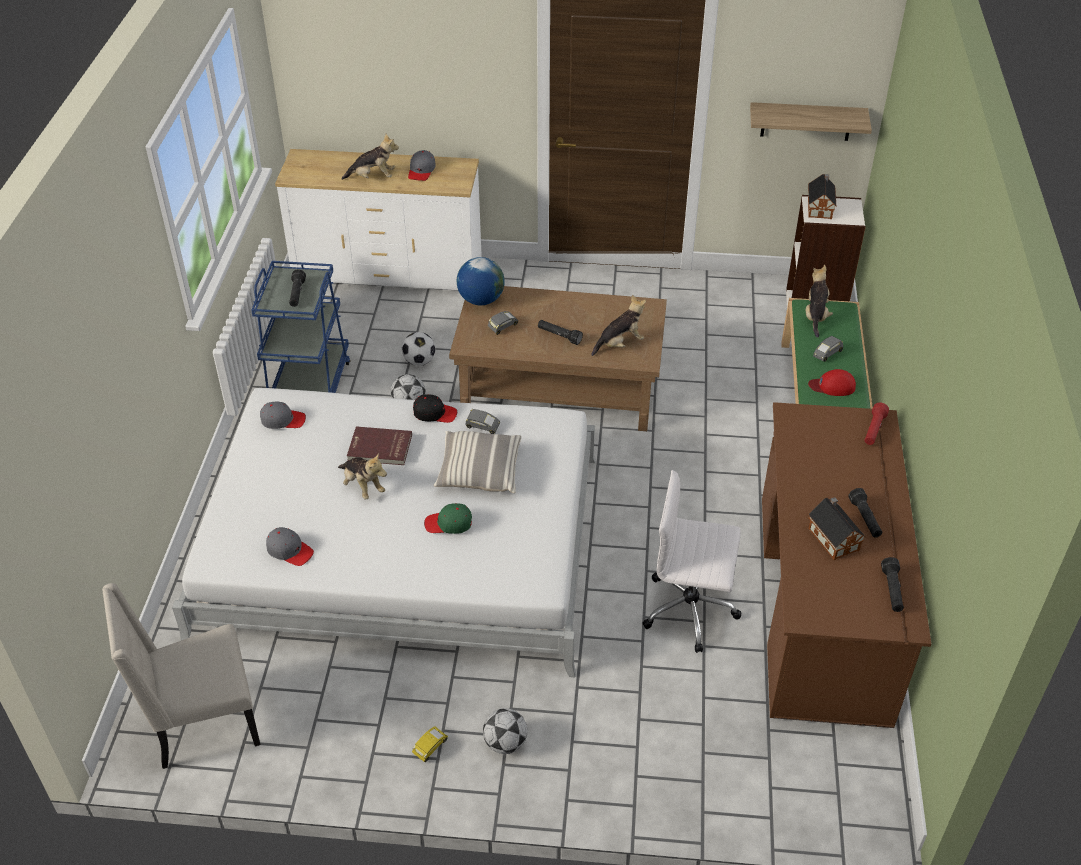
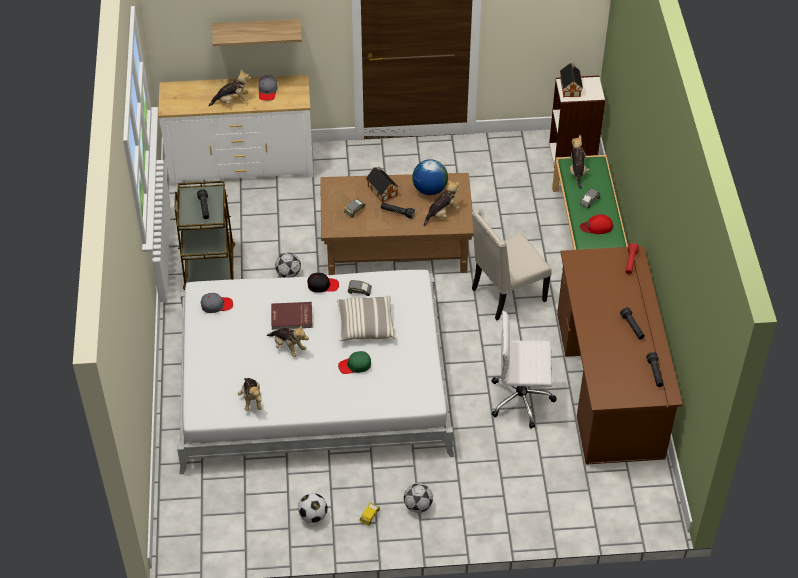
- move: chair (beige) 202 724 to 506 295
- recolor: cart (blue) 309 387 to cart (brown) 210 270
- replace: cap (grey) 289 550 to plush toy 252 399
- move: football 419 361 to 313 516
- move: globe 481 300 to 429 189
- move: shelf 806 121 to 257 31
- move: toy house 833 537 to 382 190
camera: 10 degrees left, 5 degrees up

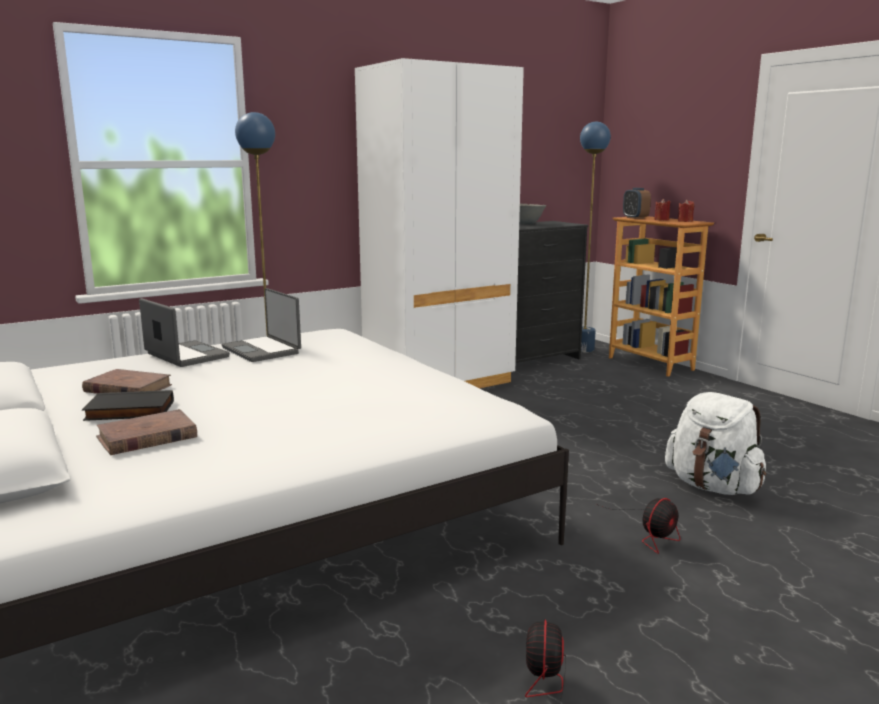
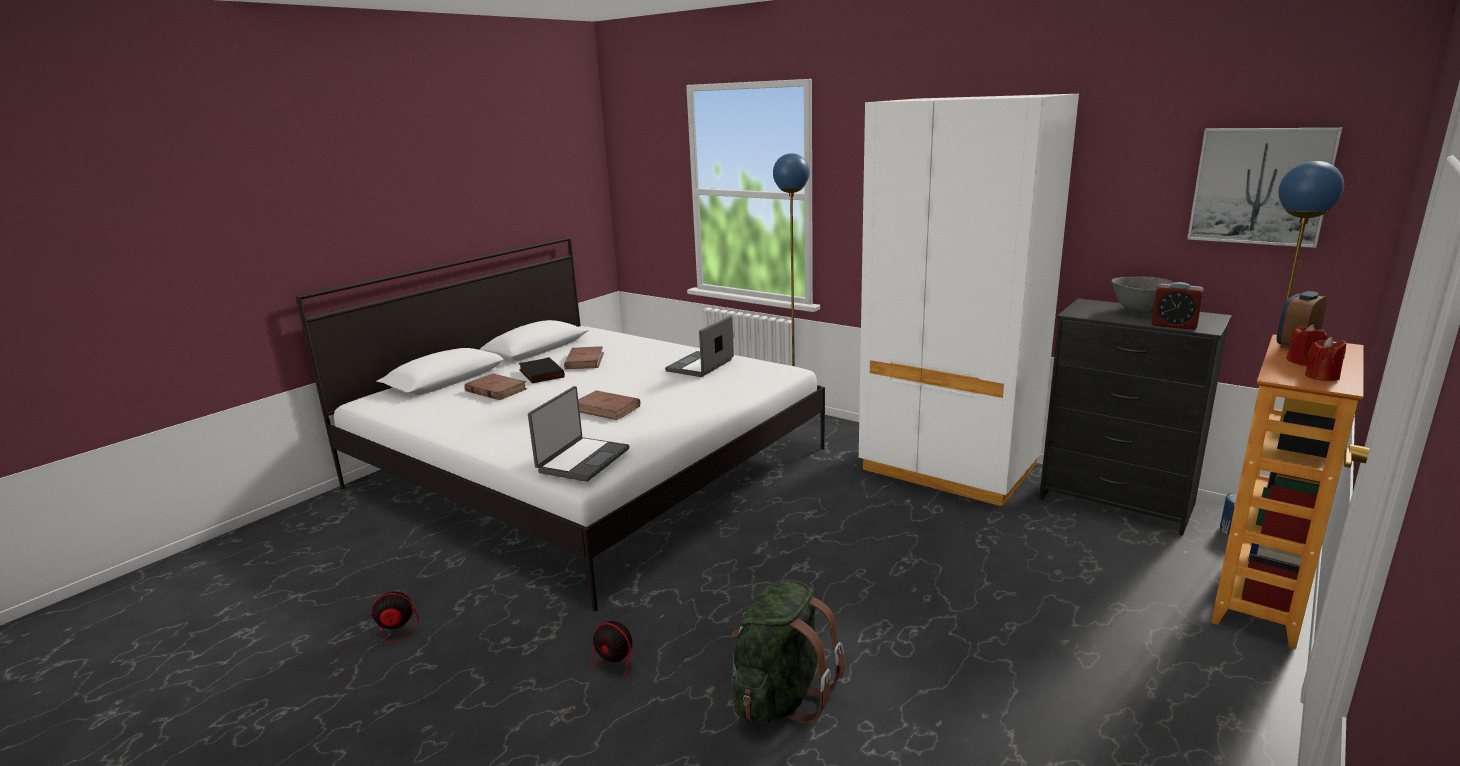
- move: laptop 185 356 to 582 460
- recolor: backpack (white) 713 486 to backpack (green) 780 696
- insert: book (brown) 607 409
- insert: alarm clock 1174 325
- insert: picture 1260 186
camera: 70 degrees right, 5 degrees up

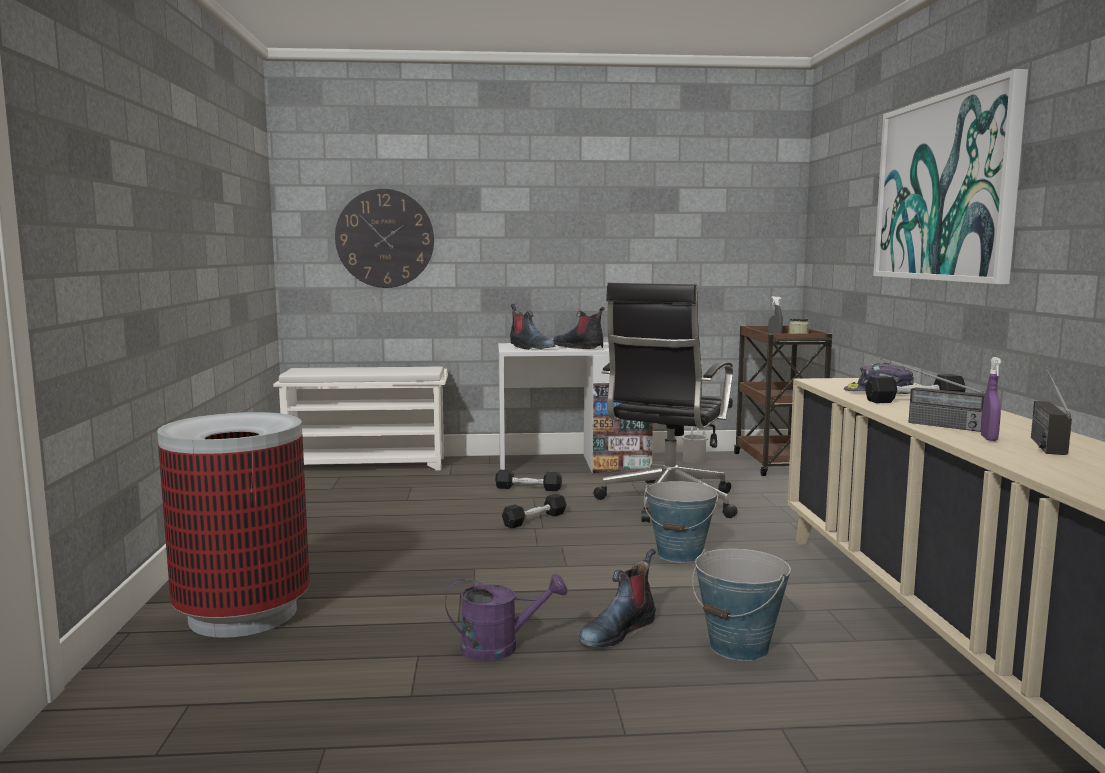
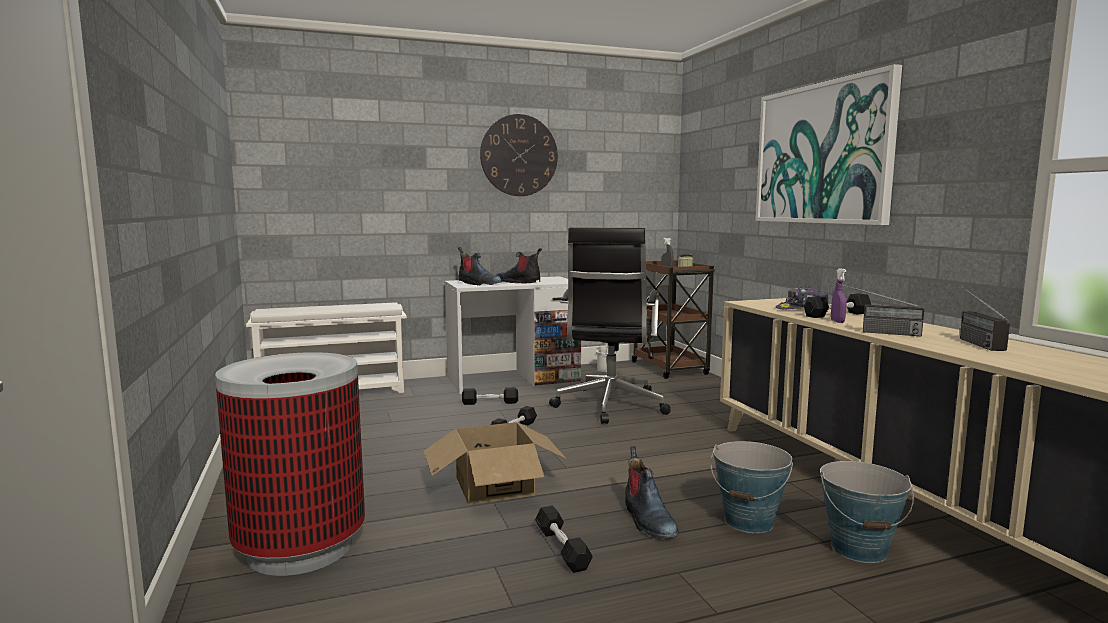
- move: wall clock 385 238 to 519 155
- replace: watering can (purple) 500 647 to dumbbell (black) 562 548
- rotate: boot 618 631 = 647 520 45 degrees counterclockwise
- move: bucket 680 554 to 859 549
- move: spray bottle (purple) 989 438 to 837 321
- insert: cardboard box 493 486
camera: 15 degrees left, 0 degrees up

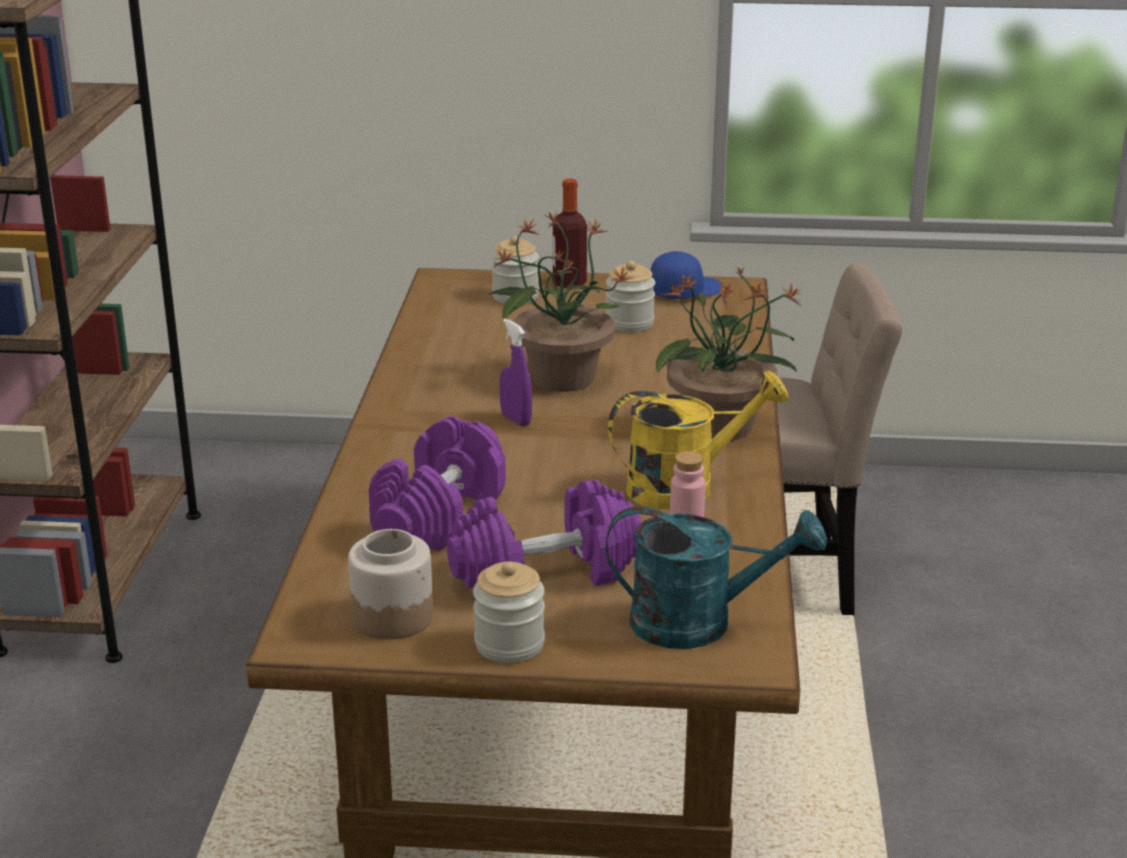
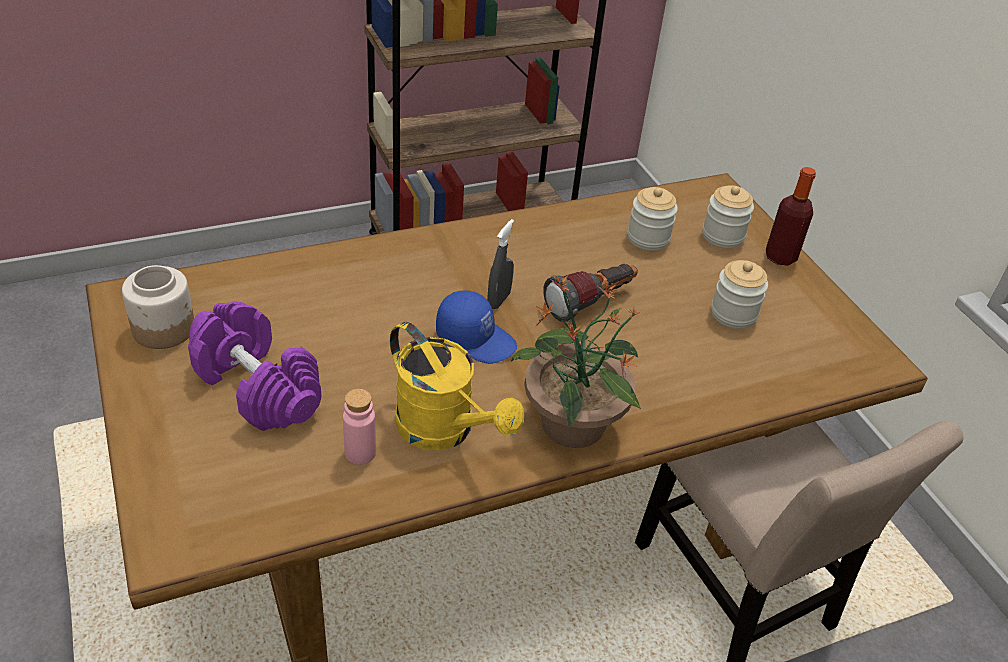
- delete: dumbbell (purple) 438 514
- move: jar 509 644 to 648 238
- replace: potted plant 560 378 to flashlight 591 303
- recolor: spray bottle (purple) 516 419 to spray bottle (grey) 499 300
- delete: watering can (turquoise) 700 623
- move: cap (blue) 684 291 to 476 338
camera: 60 degrees right, 15 degrees up

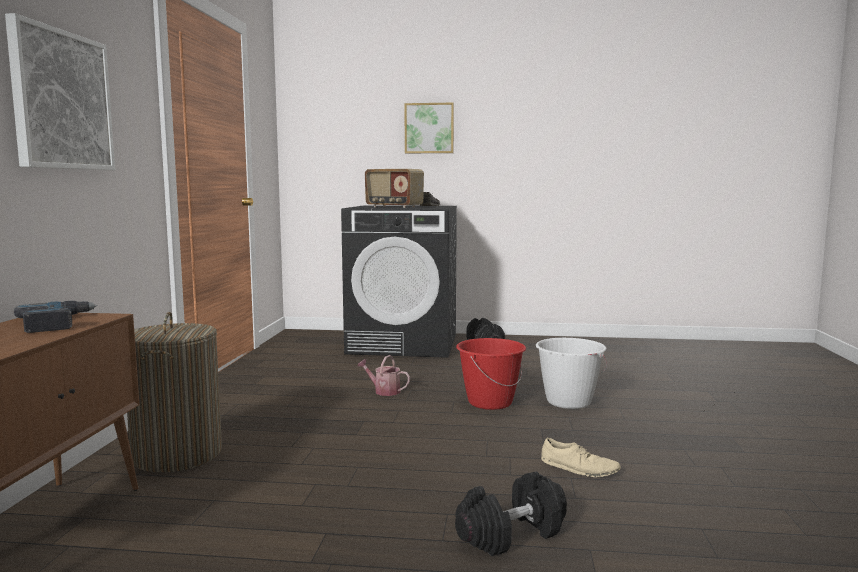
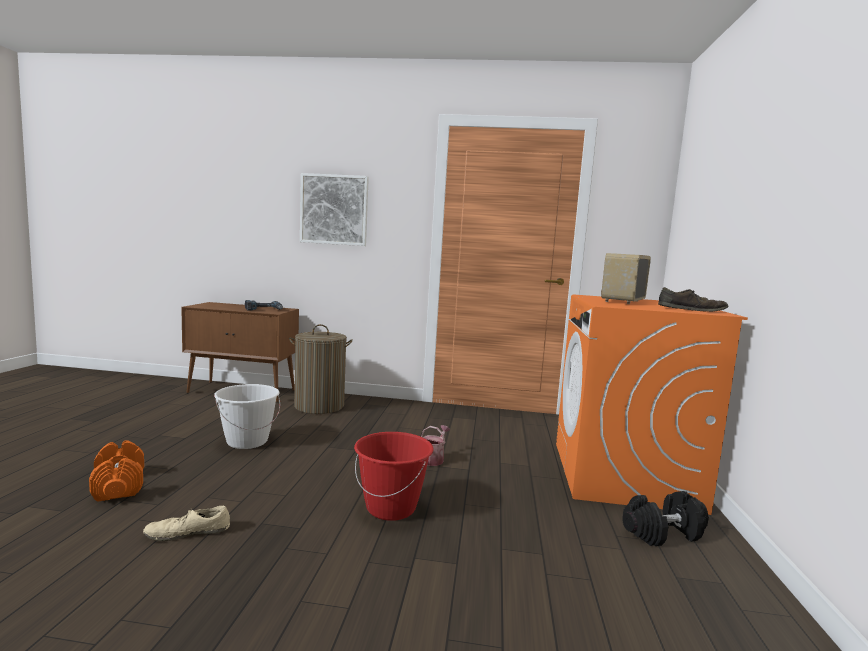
- recolor: washing machine (black) 404 344 to washing machine (orange) 623 476
- delete: picture 429 128
- recolor: dumbbell (black) 511 534 to dumbbell (orange) 119 486
- move: bucket (white) 568 402 to 247 441
- rotate: shoe (beige) 579 468 = 188 532 45 degrees clockwise
camera: 90 degrees right, 0 degrees up

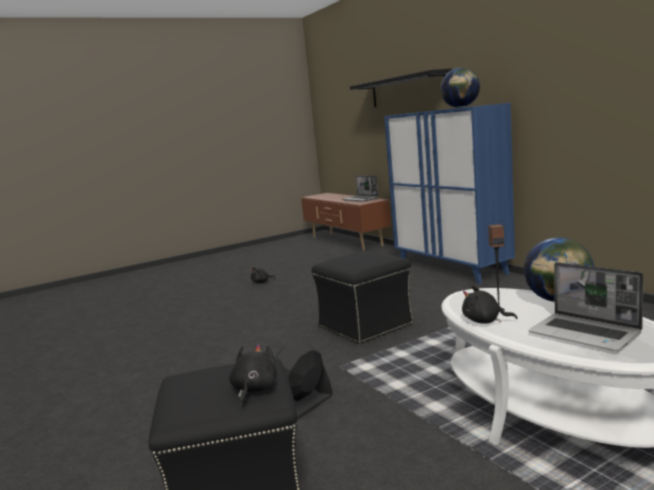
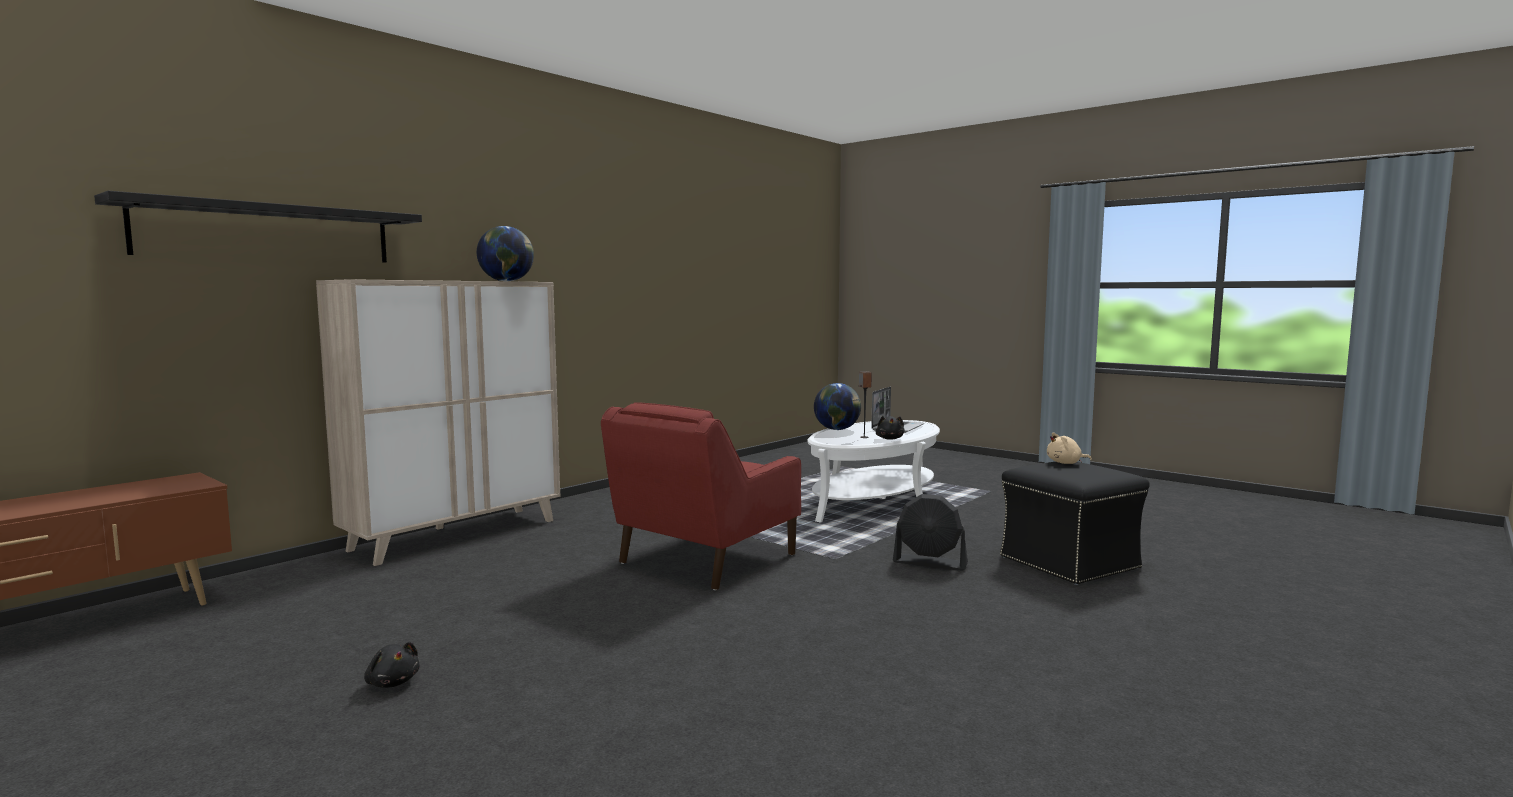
- recolor: plush toy (black) 254 390 to plush toy (beige) 1066 463
- replace: ottoman (black) 366 325 to armchair (red) 705 560
- delete: laptop 360 199
- recolor: cabinet (blue) 451 268 to cabinet (beige) 456 535
camera: 110 degrees left, 5 degrees down

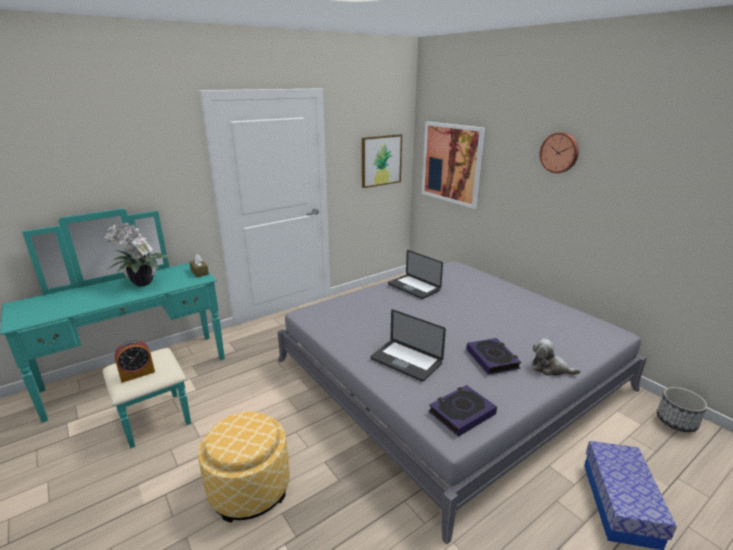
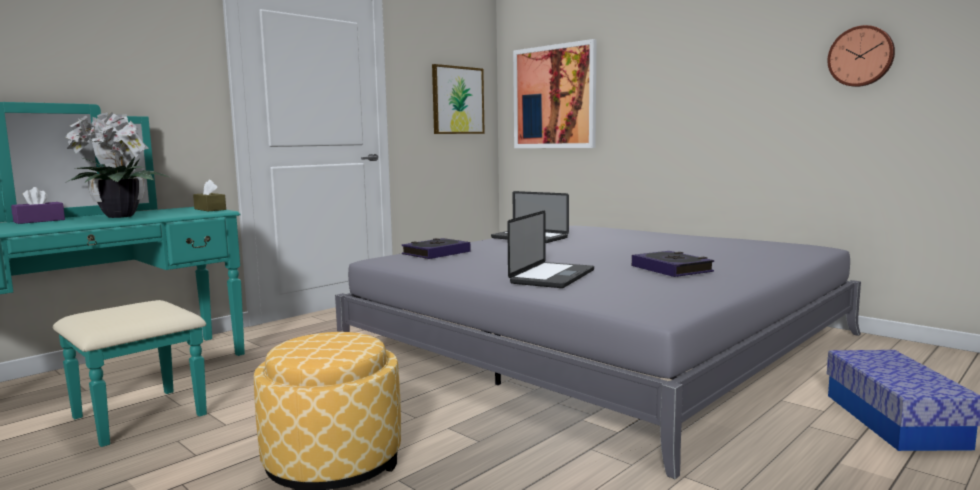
- delete: alarm clock 137 374
- rotate: laptop 406 361 = 552 277 90 degrees counterclockwise
- move: book 461 413 to 436 253
- delete: plush toy 550 368
- move: wall clock 559 152 to 861 56
- delete: planter 676 421
- insert: tissue box (purple) 39 221
camera: 10 degrees left, 15 degrees down

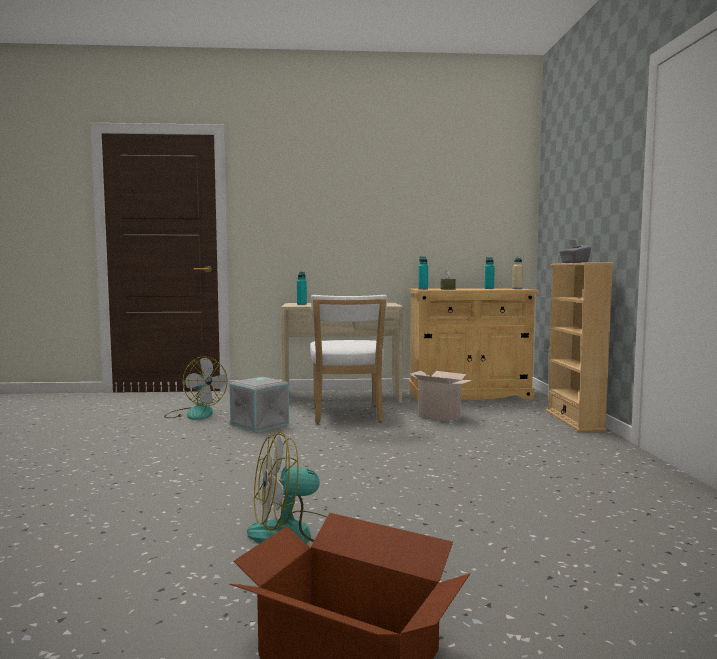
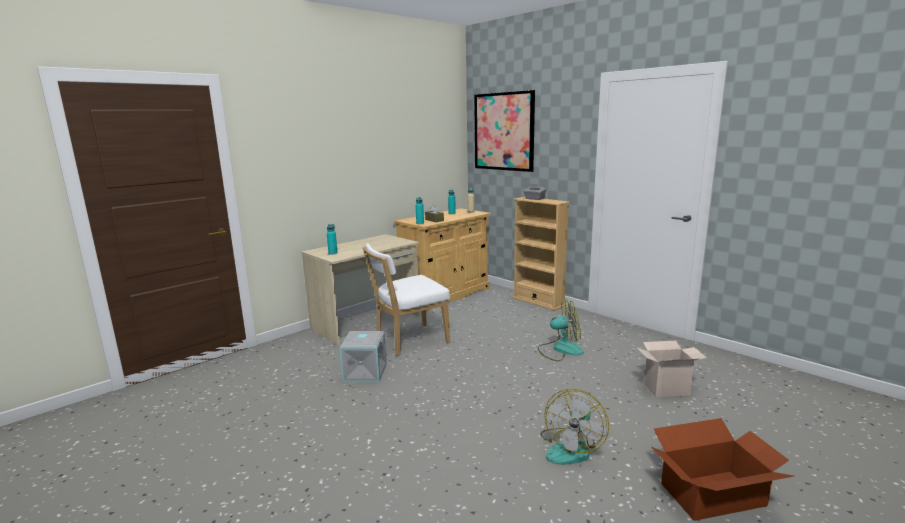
- move: fan 195 413 to 560 349
- rotate: chair (white) 347 415 = 408 340 105 degrees clockwise
- move: cardboard box 441 416 to 667 389
- insert: picture 504 131
camera: 40 degrees left, 10 degrees up

